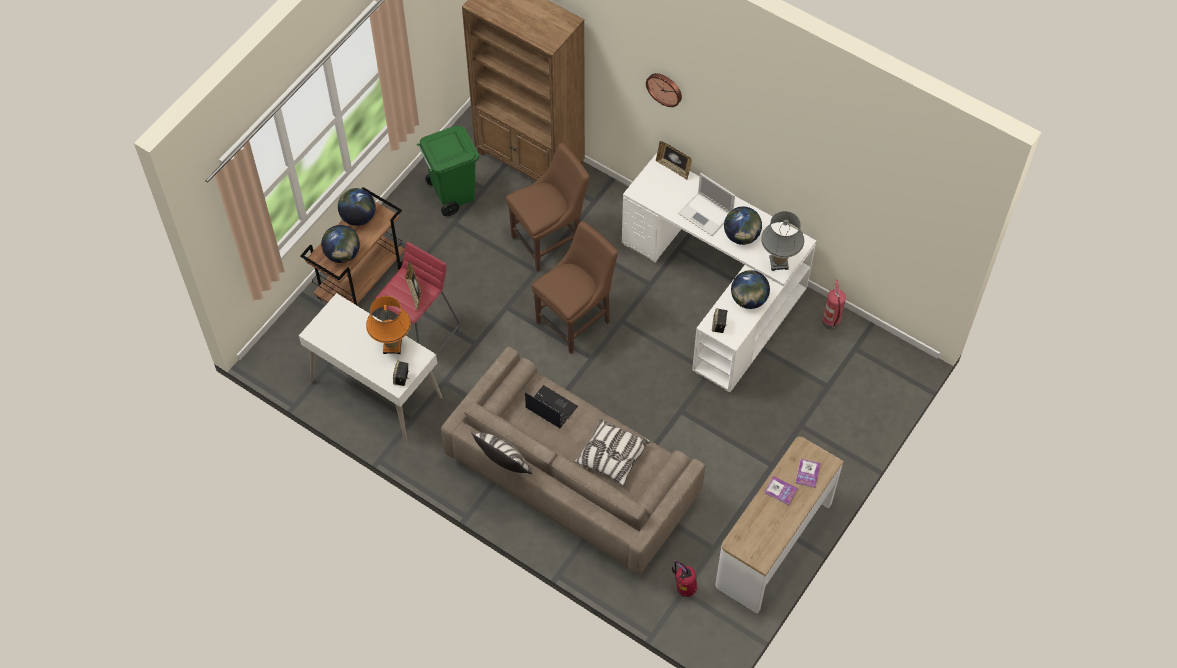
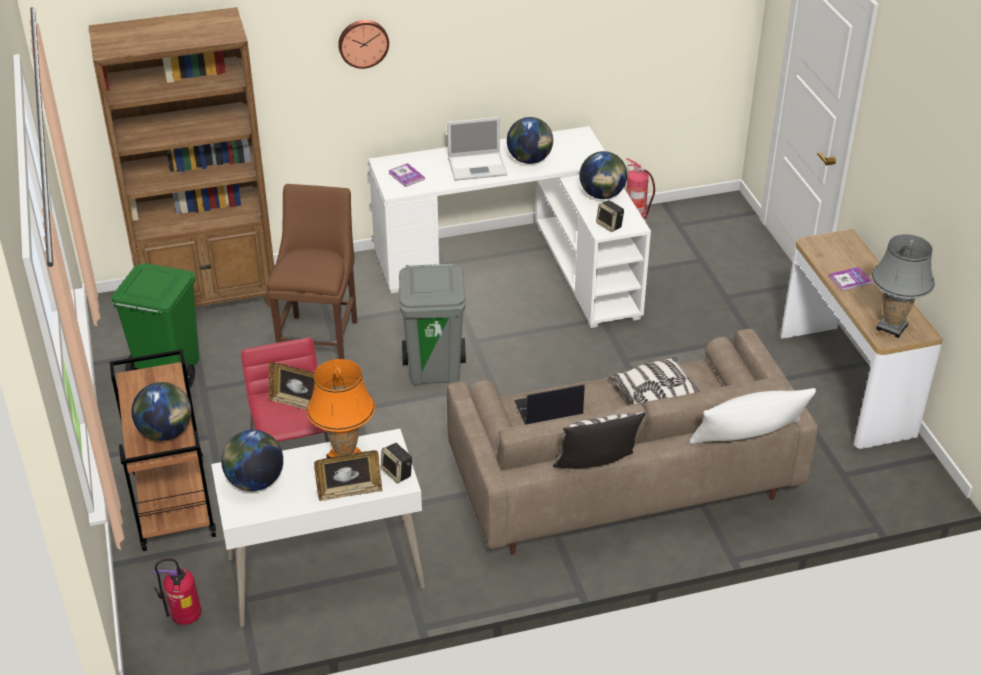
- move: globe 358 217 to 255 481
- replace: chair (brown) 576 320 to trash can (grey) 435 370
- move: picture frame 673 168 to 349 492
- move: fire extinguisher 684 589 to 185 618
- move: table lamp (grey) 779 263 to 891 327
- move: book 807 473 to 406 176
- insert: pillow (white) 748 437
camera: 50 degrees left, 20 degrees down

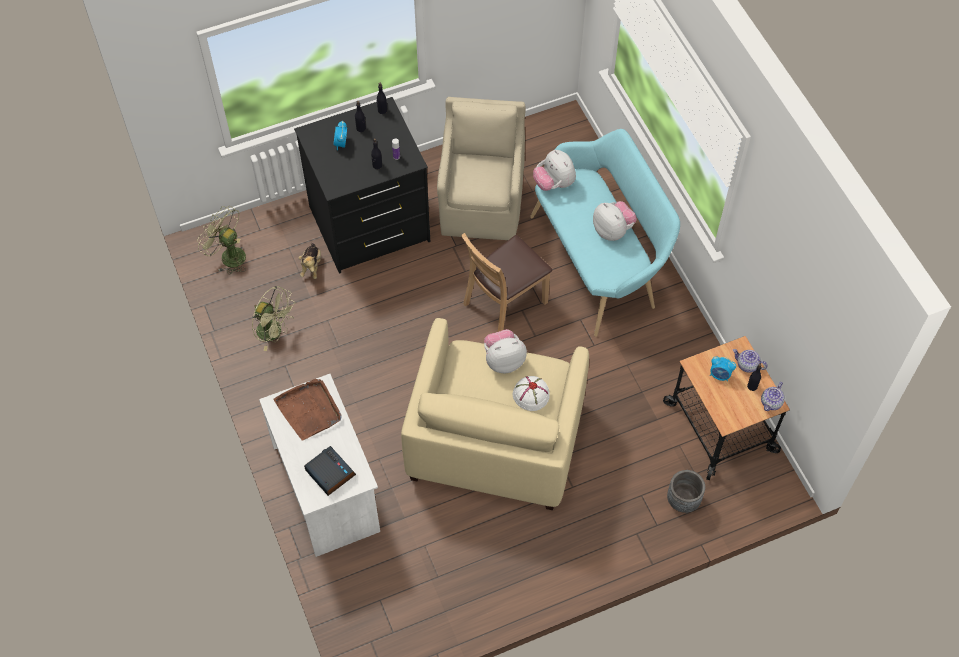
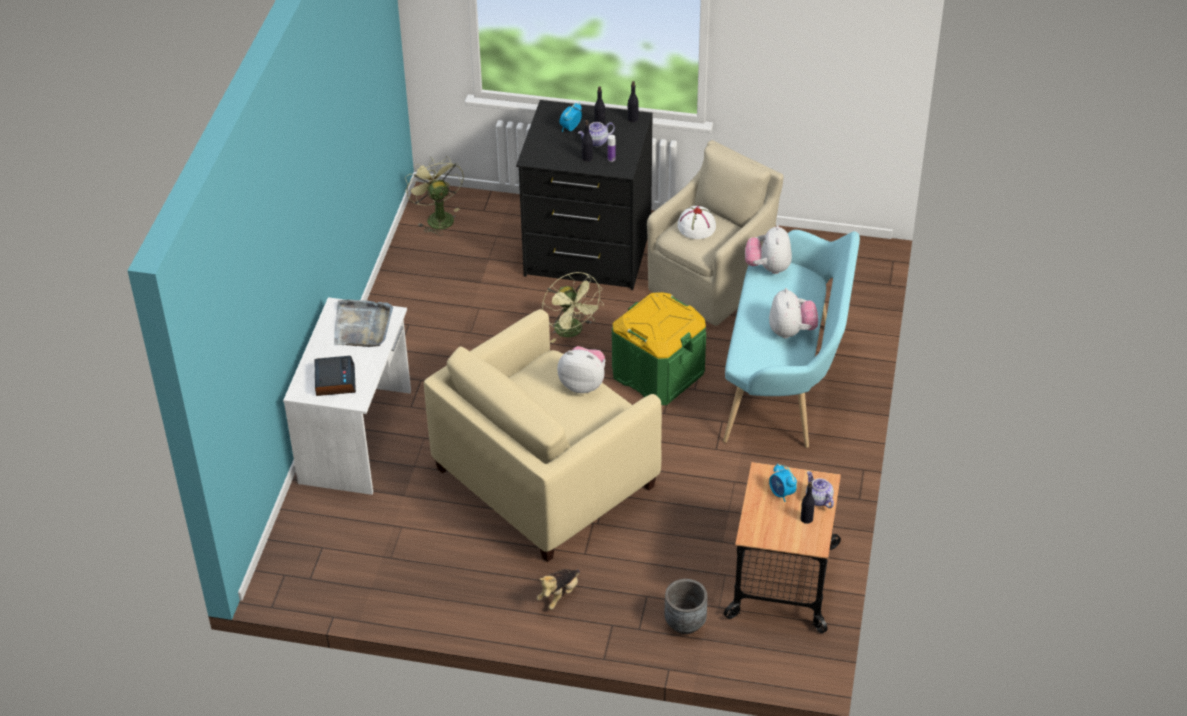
- move: fan (green) 274 332 to 572 332
- recolor: tray (brown) 309 410 to tray (grey) 362 326
- move: plush toy 311 266 to 559 595
- replace: chair (brown) 505 304 to storage box (green) 658 374
- move: hat (white) 530 394 to 696 226
- move: teapot 771 403 to 596 141
camera: 35 degrees right, 15 degrees down

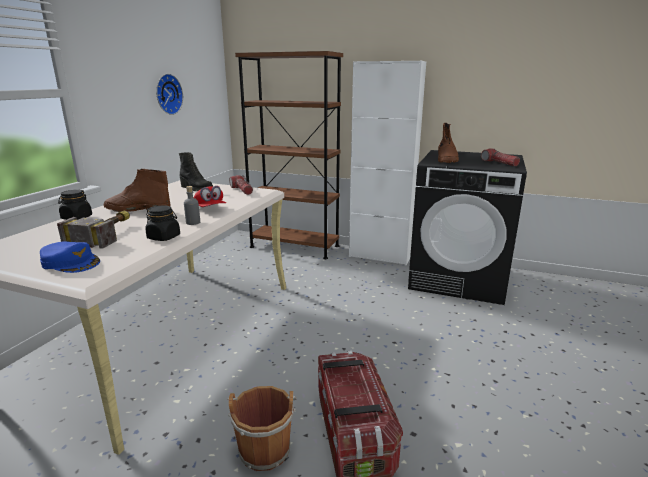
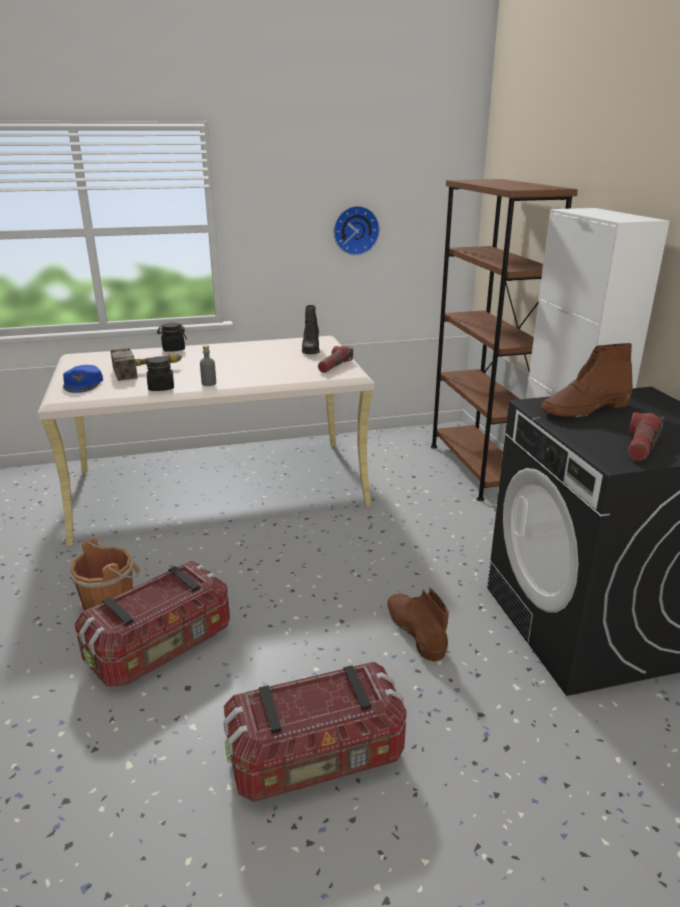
- move: boot (brown) 137 211 to 415 630
- delete: cap (red) 210 209
- insert: storage box 317 758
camera: 55 degrees right, 5 degrees up

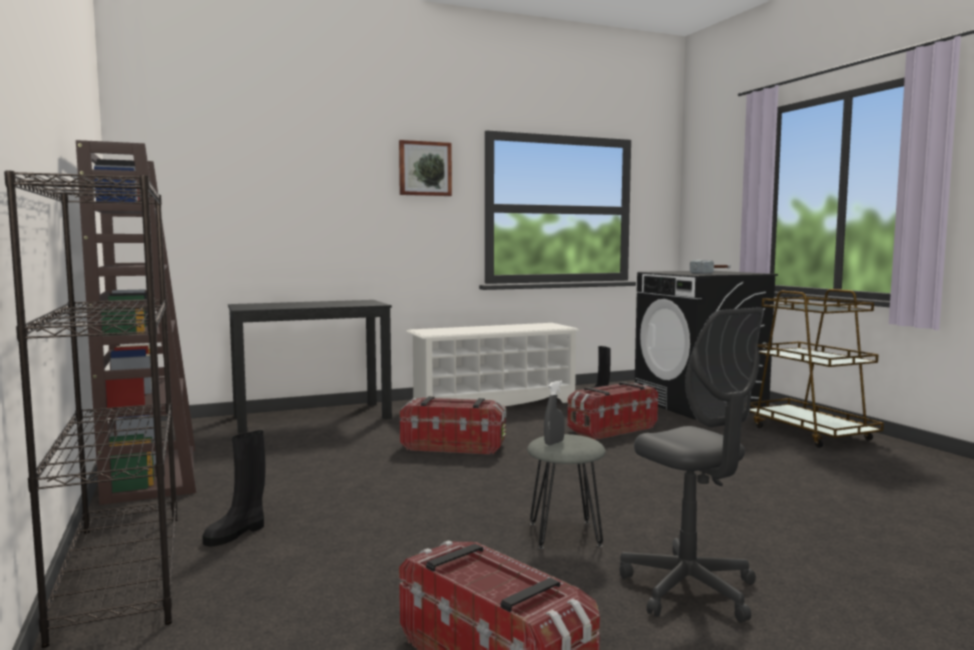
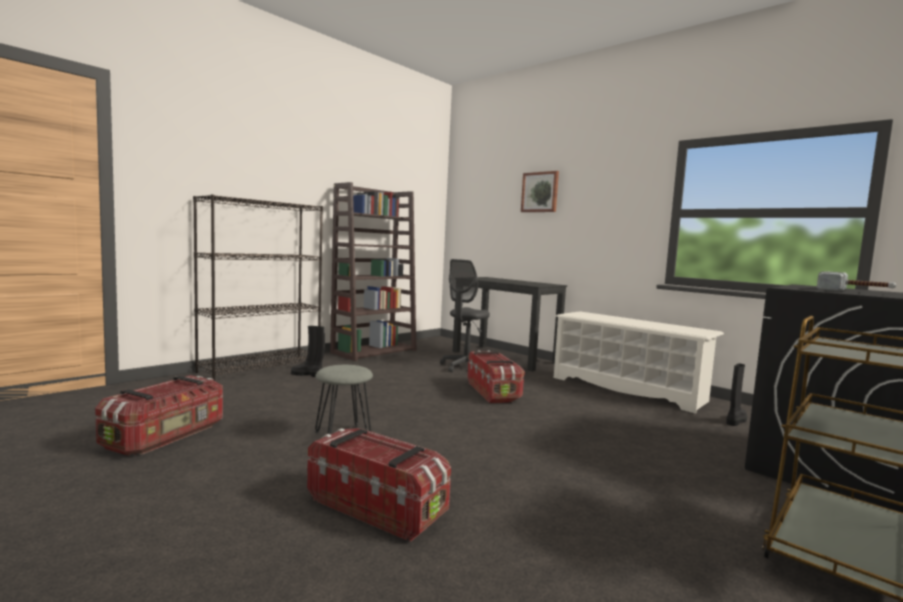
- move: picture 425 168 to 540 192
- delete: spray bottle (grey) 554 443
- move: storage box 611 429 to 378 506
- move: office chair (grey) 689 590 to 465 367
camera: 65 degrees right, 0 degrees up

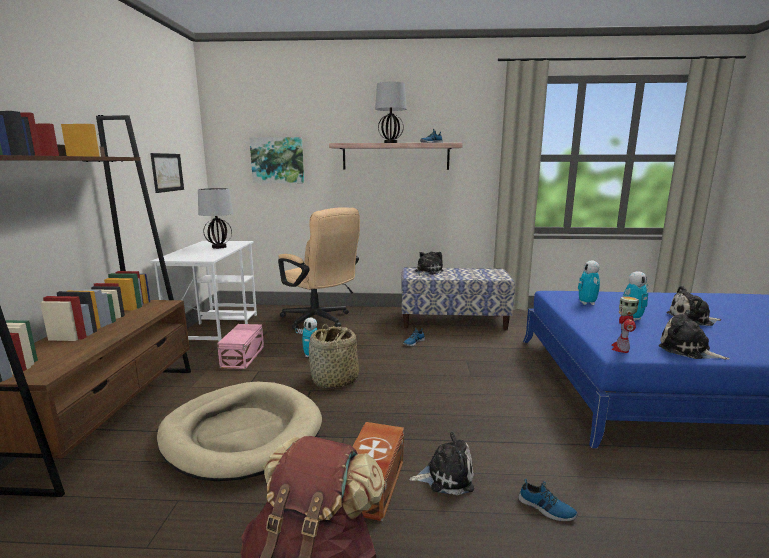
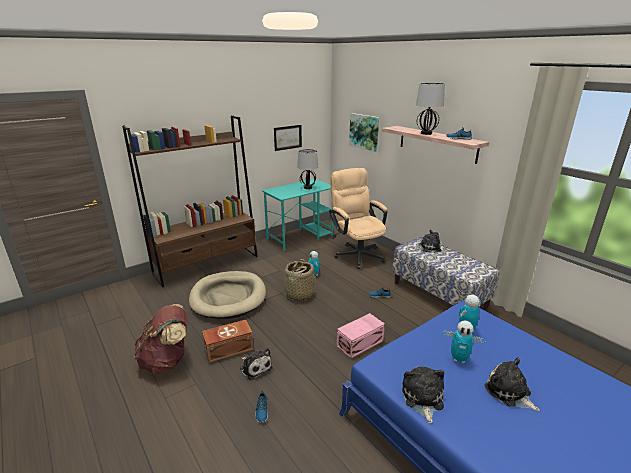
- recolor: desk (white) 216 330 to desk (turquoise) 300 237
- move: storage box (pink) 244 356 to 361 343
- rotate: office chair (beige) 320 320 = 357 254 150 degrees clockwise
- delete: toy robot 621 348
camera: 50 degrees right, 10 degrees up

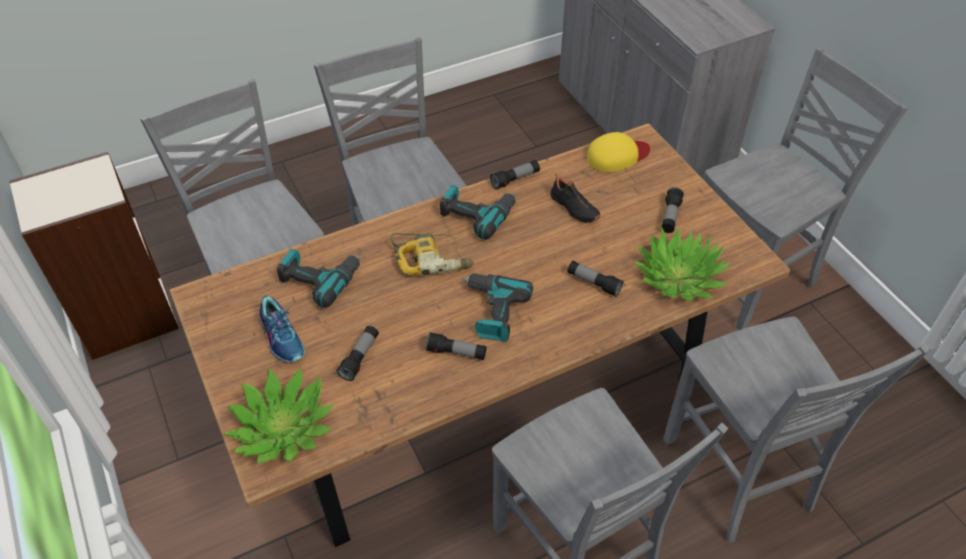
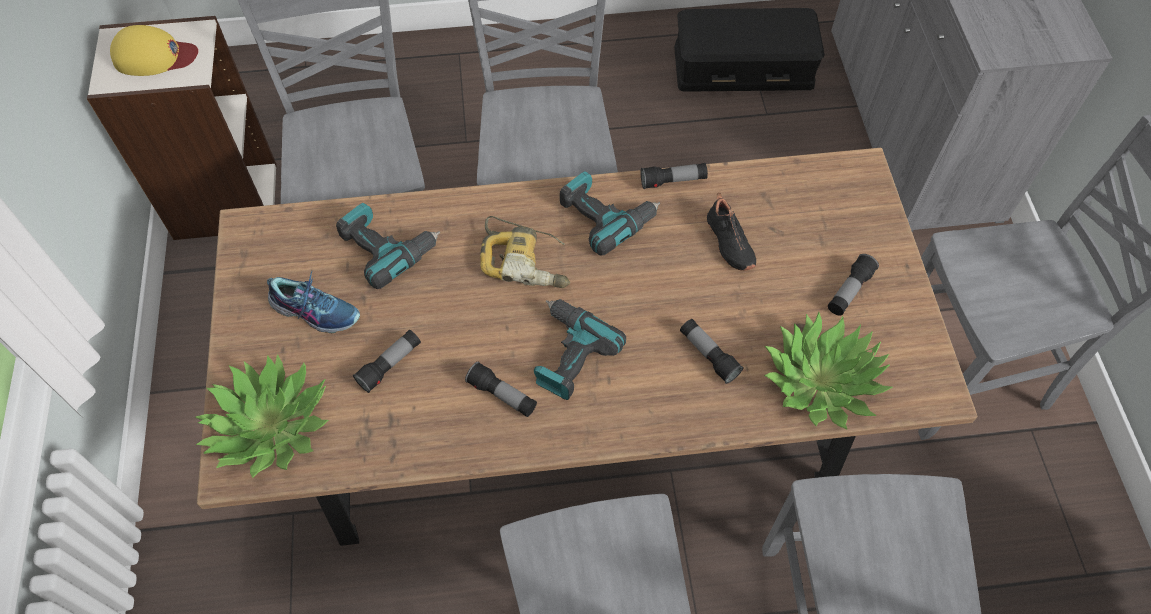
- rotate: shoe 283 337 = 316 310 60 degrees counterclockwise
- move: cap (yellow) 617 155 to 154 56
- insert: storage box (black) 743 65
camera: 20 degrees right, 10 degrees up

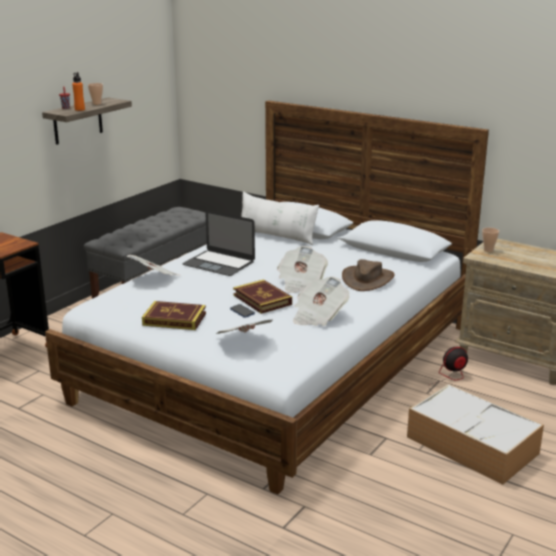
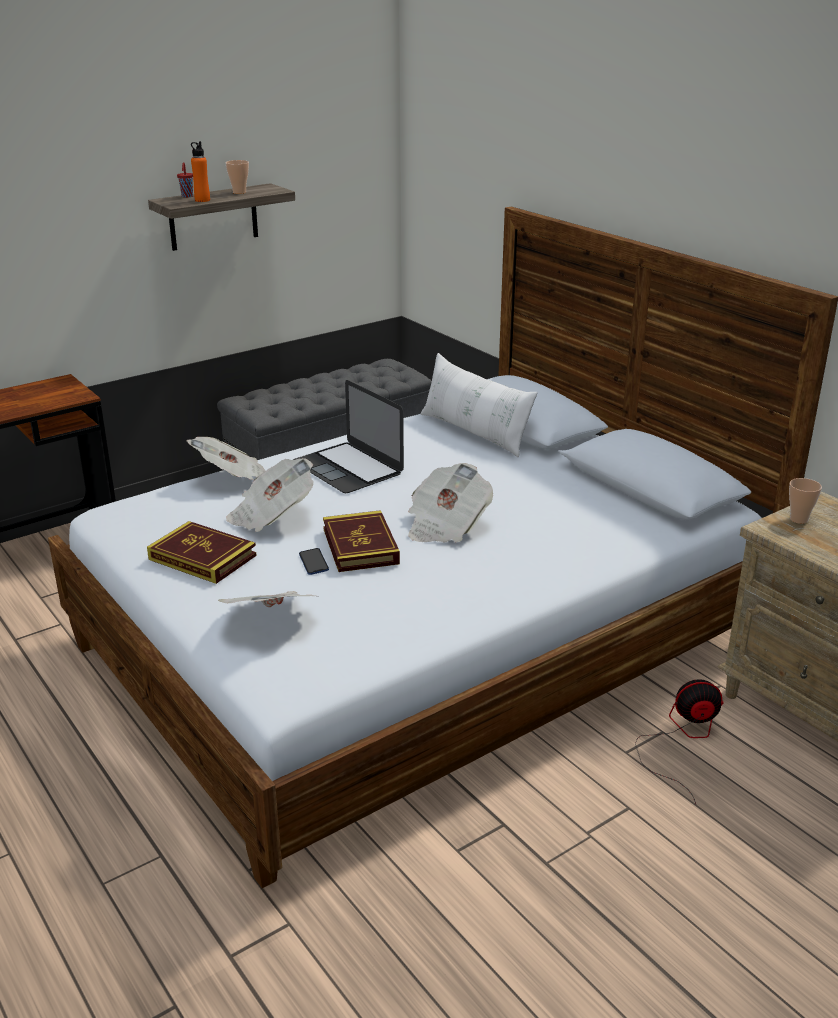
- move: newspaper 318 316 to 271 515
- delete: hat (brown) 367 279
- delete: storage box 474 445
camera: 20 degrees right, 5 degrees up

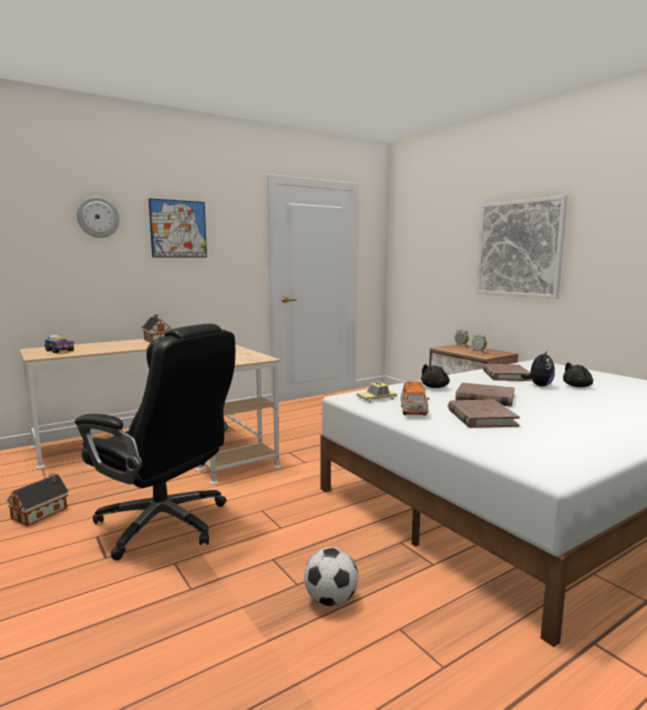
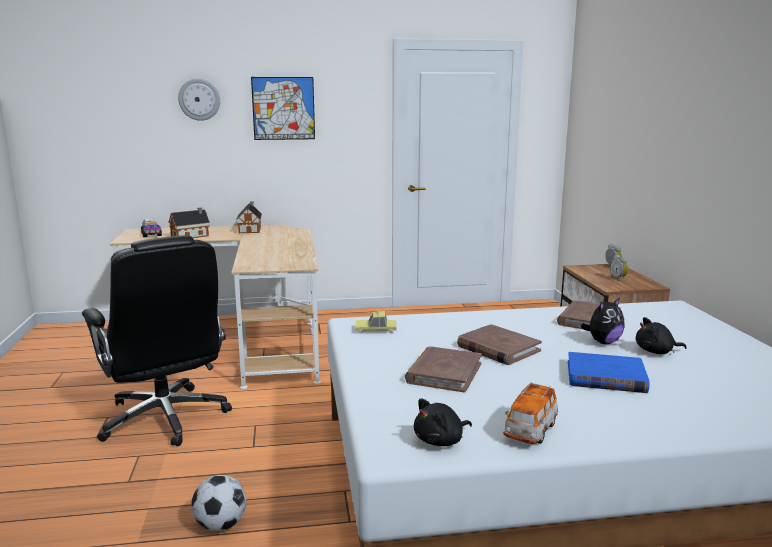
- move: toy house 42 512 to 191 236
- move: toy car 413 411 to 530 431
- move: plush toy (black) 435 387 to 441 441
- delete: picture 519 248
- insert: book (blue) 606 377
camera: 25 degrees right, 5 degrees up

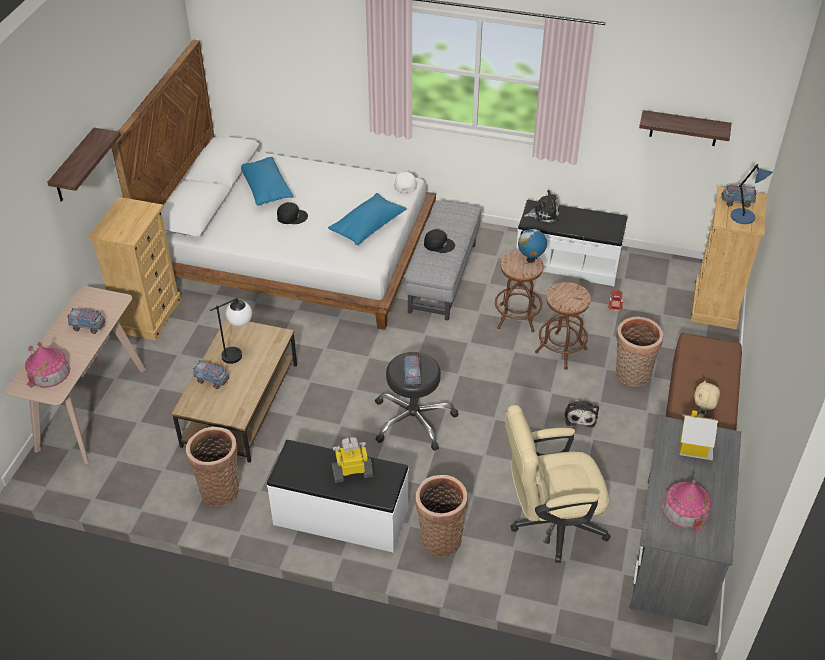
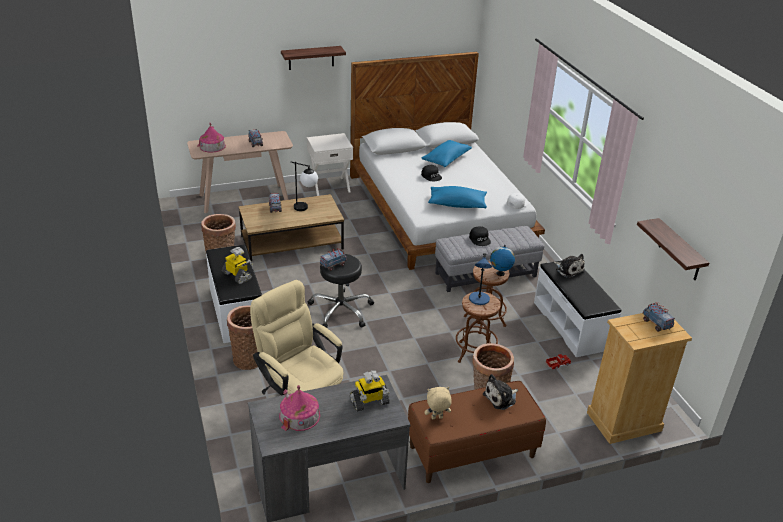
- replace: dresser (beige) 148 315 to nightstand (white) 329 186
- move: plush toy 580 416 to 501 398
- replace: toy house 694 446 to toy robot 369 402
- move: table lamp (blue) 744 217 to 479 299
camera: 55 degrees right, 10 degrees down

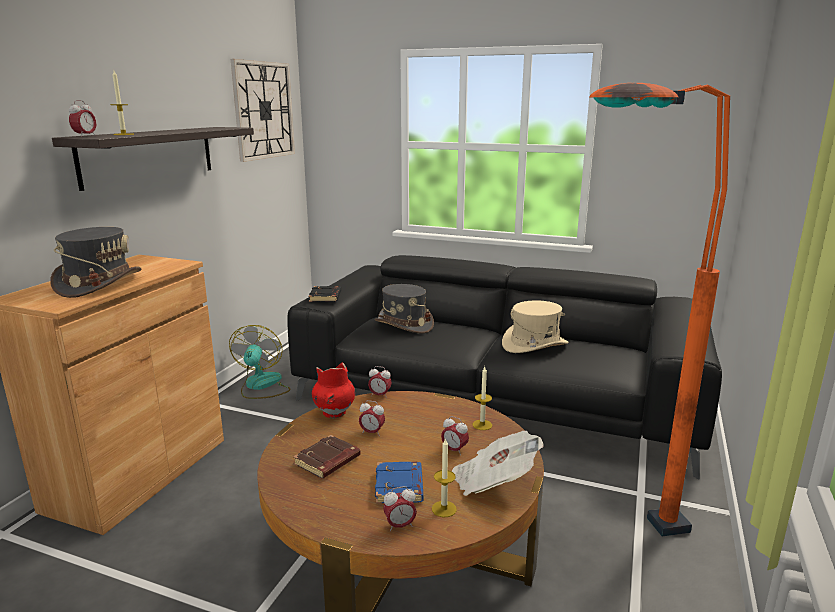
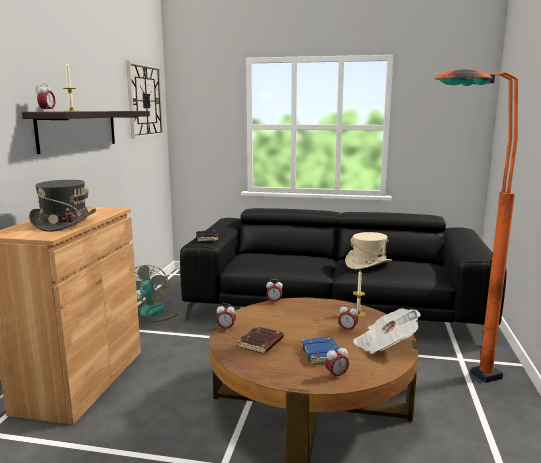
- delete: vase (red) 334 412
- move: alarm clock 372 432 to 226 329
- delete: hat (grey) 404 325
- delete: candle 444 509
camera: 10 degrees left, 5 degrees down

